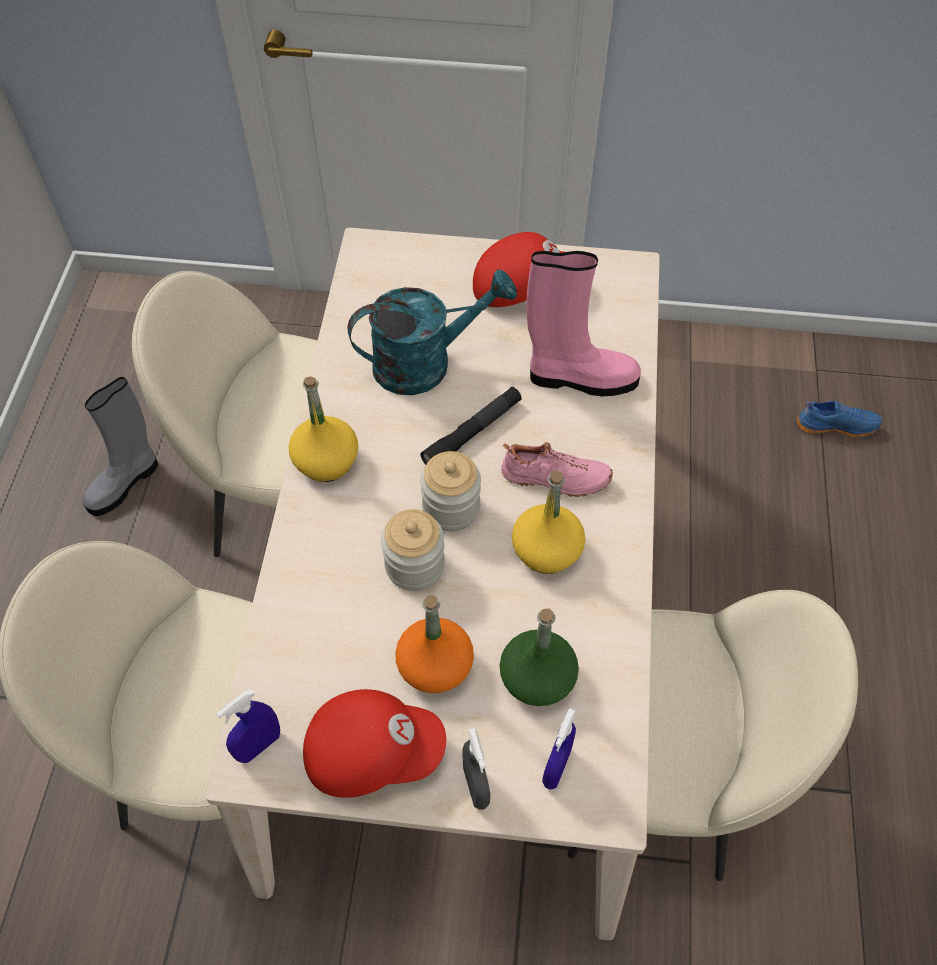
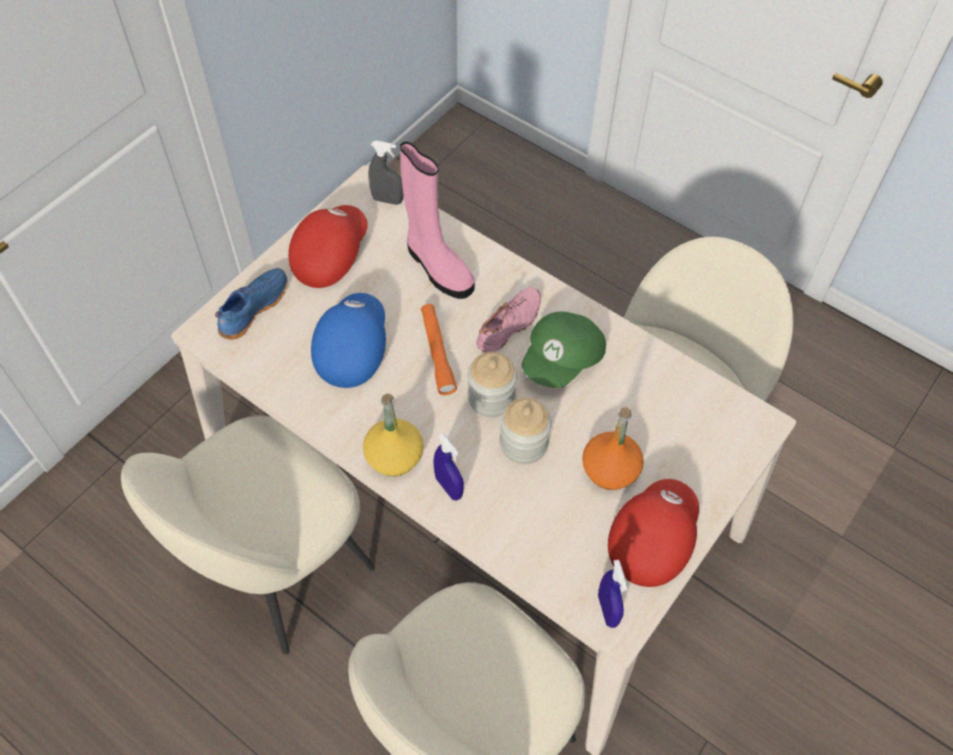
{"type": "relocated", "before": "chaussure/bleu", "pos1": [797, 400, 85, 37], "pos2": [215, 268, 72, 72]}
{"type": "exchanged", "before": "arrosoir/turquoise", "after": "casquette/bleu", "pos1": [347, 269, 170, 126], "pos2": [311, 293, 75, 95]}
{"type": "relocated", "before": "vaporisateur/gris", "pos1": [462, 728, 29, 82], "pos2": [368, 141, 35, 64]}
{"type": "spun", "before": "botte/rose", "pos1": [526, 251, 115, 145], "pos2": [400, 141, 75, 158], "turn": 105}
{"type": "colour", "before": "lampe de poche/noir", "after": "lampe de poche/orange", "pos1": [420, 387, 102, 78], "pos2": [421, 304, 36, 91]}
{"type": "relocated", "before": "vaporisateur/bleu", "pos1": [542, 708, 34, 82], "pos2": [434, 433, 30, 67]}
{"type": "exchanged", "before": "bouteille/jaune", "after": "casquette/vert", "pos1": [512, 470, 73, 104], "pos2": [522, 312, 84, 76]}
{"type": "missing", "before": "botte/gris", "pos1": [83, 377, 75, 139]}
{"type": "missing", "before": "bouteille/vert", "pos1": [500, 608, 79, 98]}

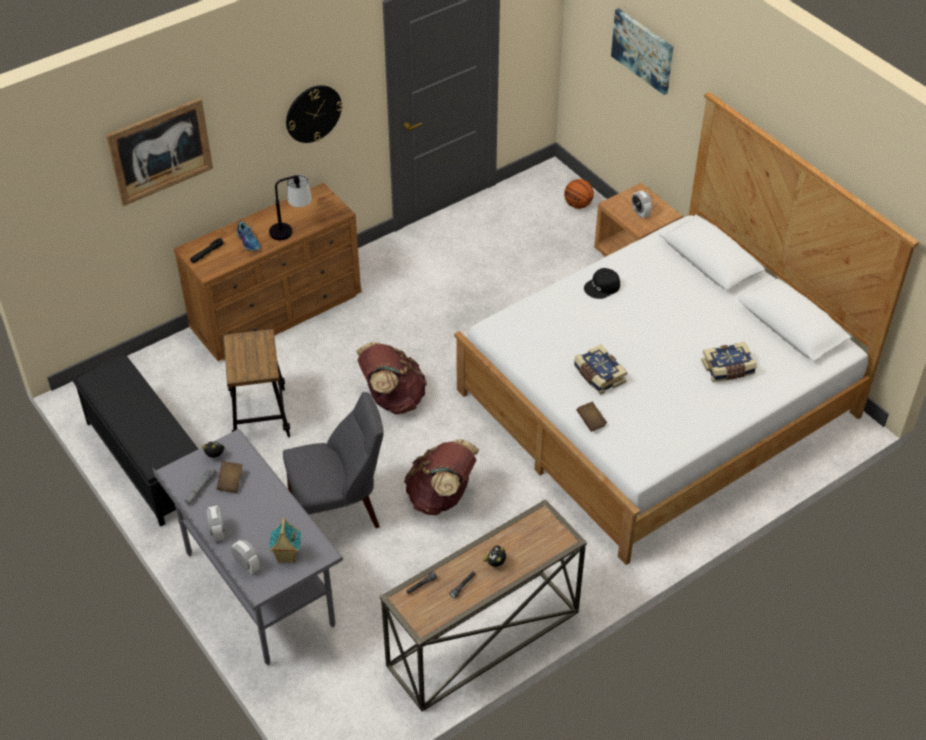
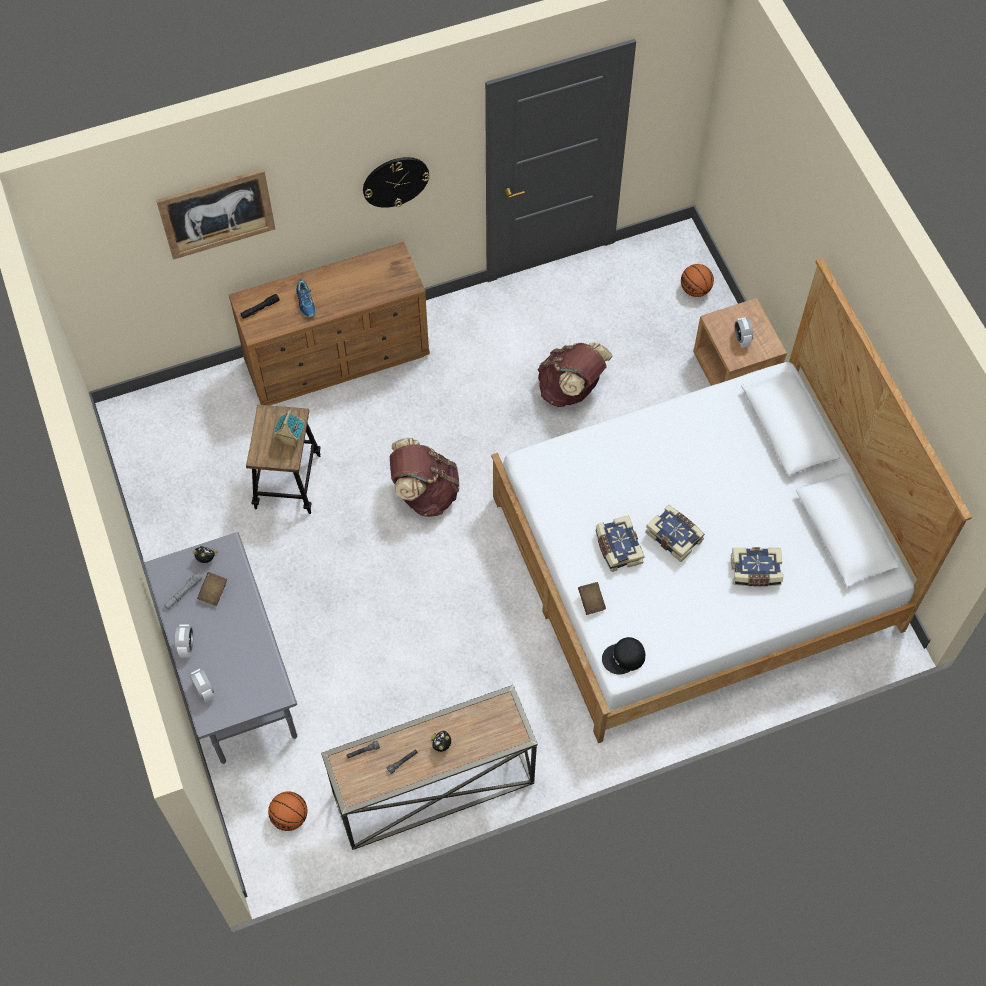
{"type": "appeared", "after": "ballon de basket", "pos2": [268, 791, 39, 40]}
{"type": "relocated", "before": "maison miniature", "pos1": [269, 518, 32, 45], "pos2": [274, 409, 31, 39]}
{"type": "relocated", "before": "sac à dos/marron", "pos1": [404, 439, 75, 76], "pos2": [537, 342, 76, 65]}
{"type": "relocated", "before": "casquette/noir", "pos1": [584, 268, 36, 31], "pos2": [602, 637, 43, 38]}
{"type": "appeared", "after": "livre", "pos2": [645, 505, 60, 57]}
{"type": "missing", "before": "banc/noir", "pos1": [72, 355, 126, 172]}
{"type": "missing", "before": "lampe de table", "pos1": [269, 175, 43, 65]}
{"type": "missing", "before": "chaise/gris", "pos1": [283, 392, 101, 136]}
{"type": "missing", "before": "tableau", "pos1": [611, 8, 62, 87]}

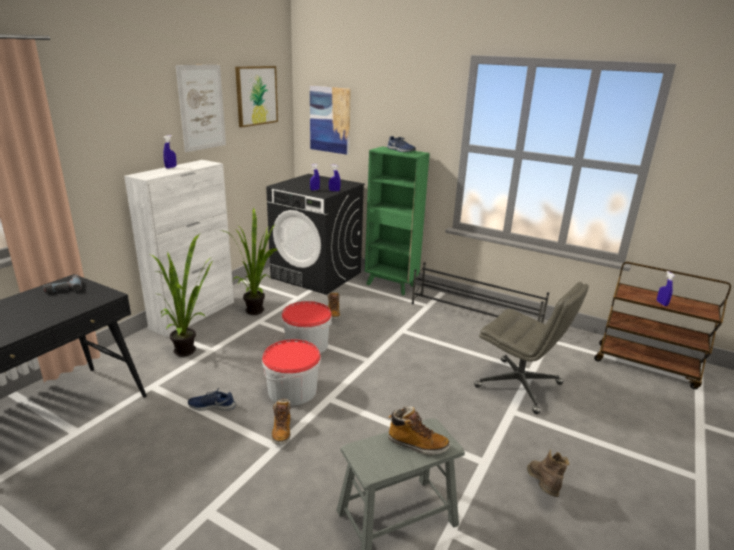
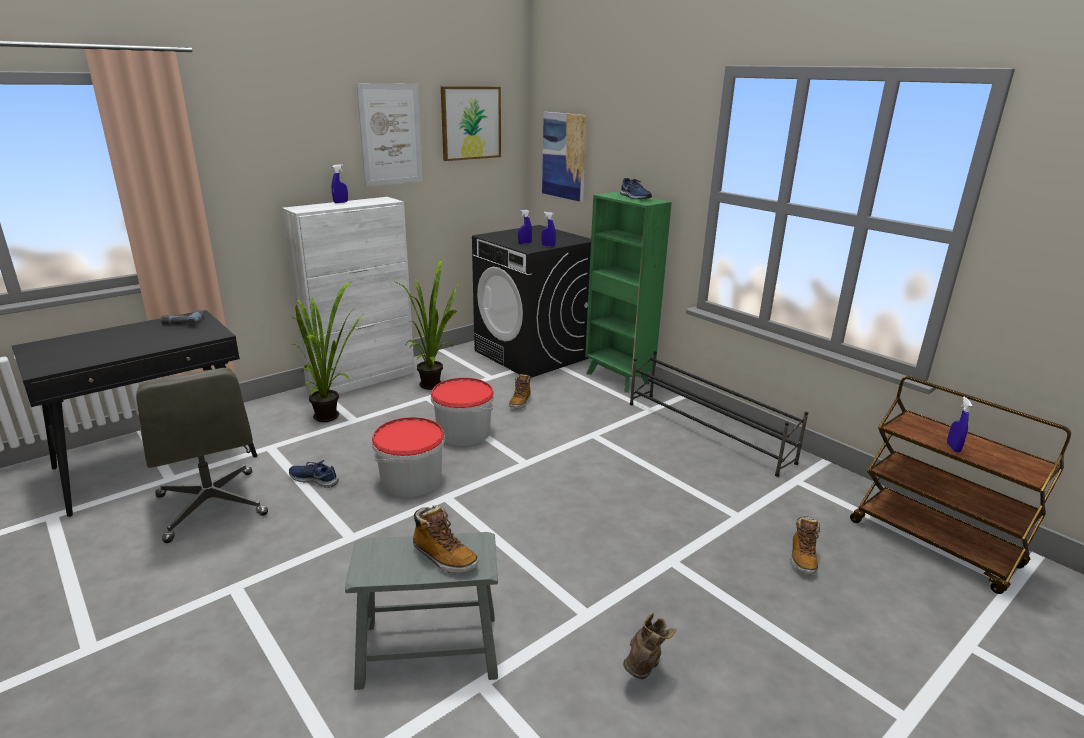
{"type": "relocated", "before": "chaise de bureau/gris", "pos1": [474, 282, 115, 132], "pos2": [136, 368, 132, 175]}
{"type": "relocated", "before": "botte", "pos1": [271, 398, 20, 47], "pos2": [791, 516, 29, 59]}

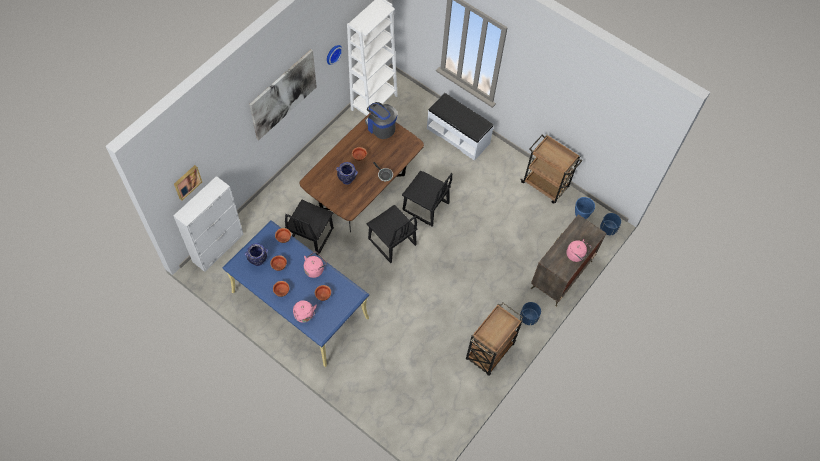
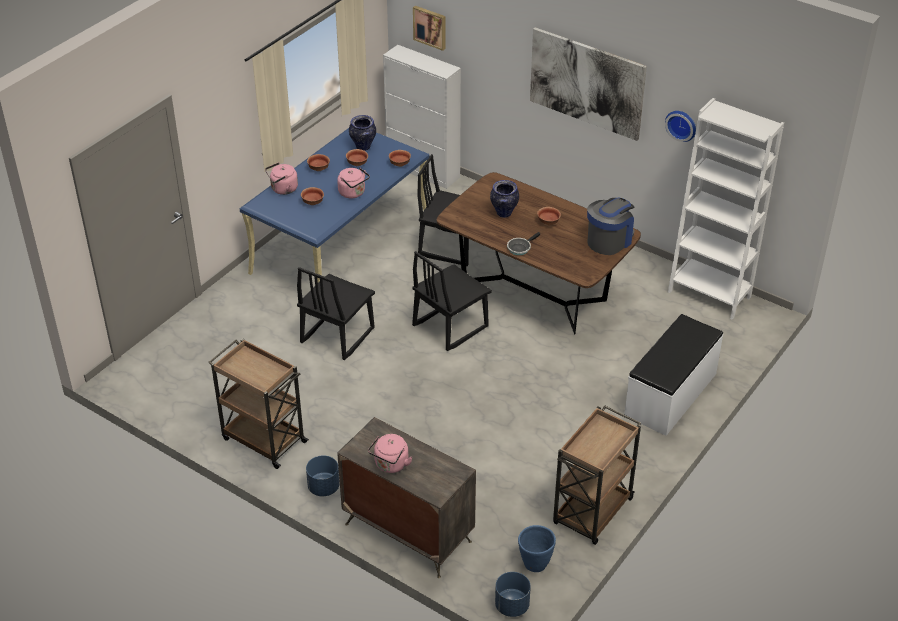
{"type": "relocated", "before": "chaise/noir", "pos1": [402, 171, 51, 56], "pos2": [297, 267, 78, 93]}

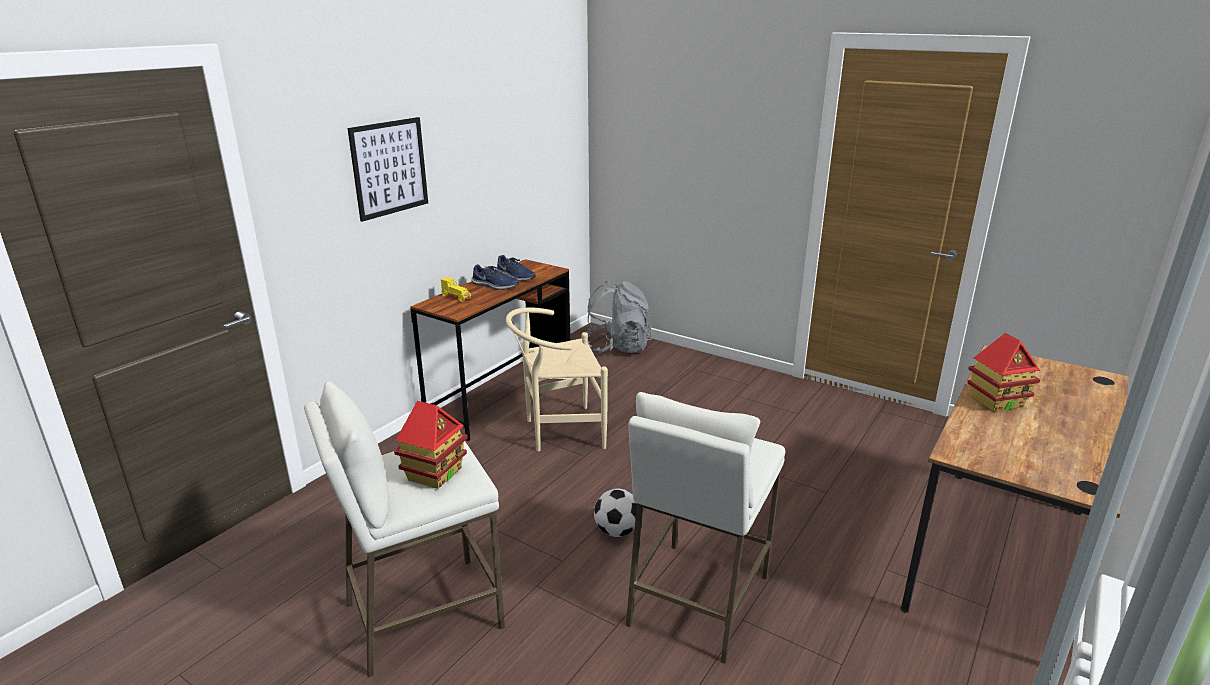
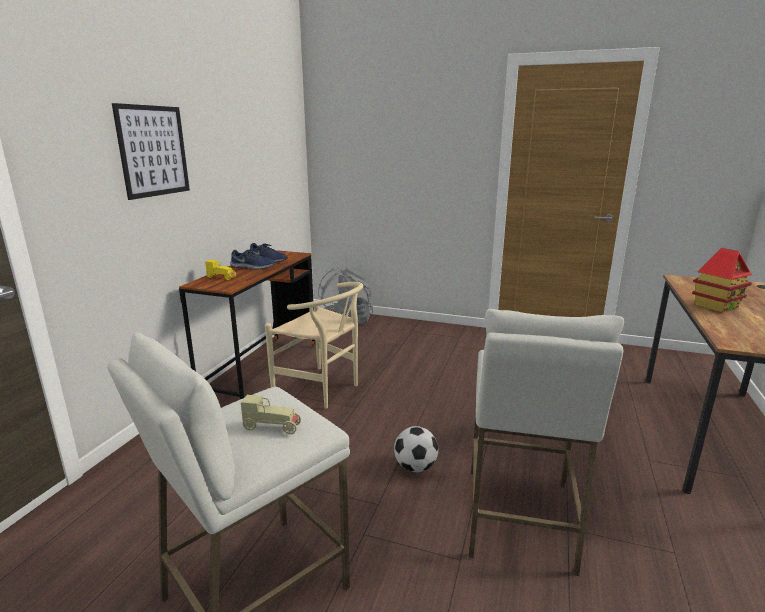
{"type": "exchanged", "before": "maison miniature", "after": "petite voiture/beige", "pos1": [394, 401, 74, 88], "pos2": [241, 395, 60, 39]}
{"type": "spun", "before": "chaise/beige", "pos1": [506, 307, 102, 144], "pos2": [265, 282, 98, 127], "turn": -120}

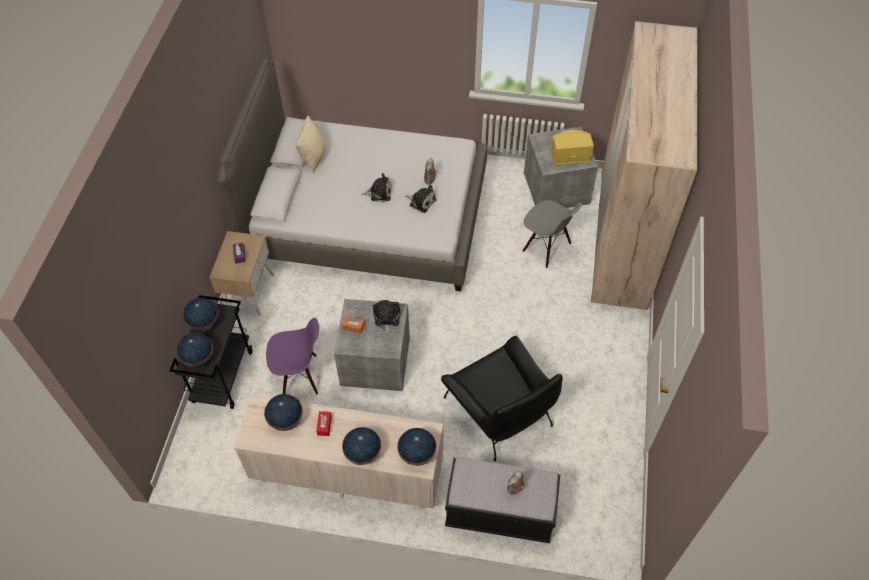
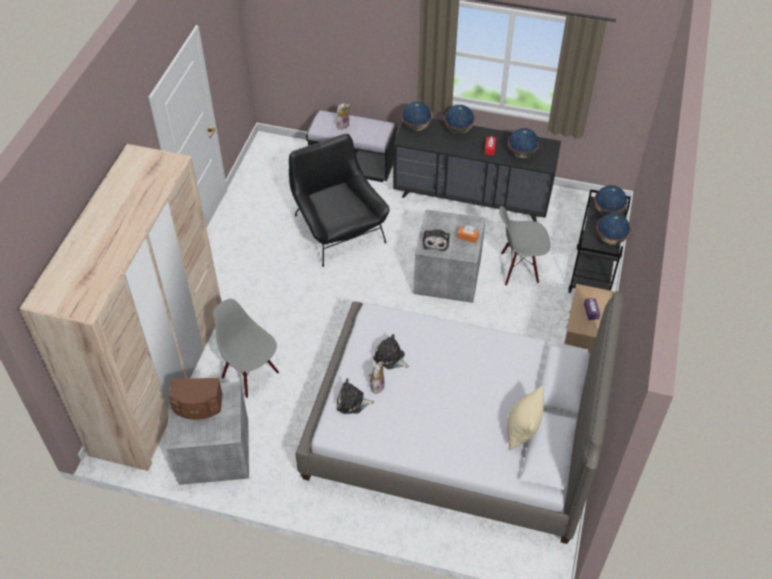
{"type": "colour", "before": "enceinte/jaune", "after": "enceinte/marron", "pos1": [551, 130, 43, 35], "pos2": [169, 378, 54, 42]}
{"type": "relocated", "before": "peluche", "pos1": [362, 173, 30, 29], "pos2": [337, 378, 37, 36]}
{"type": "colour", "before": "commode/beige", "after": "commode/noir", "pos1": [234, 394, 209, 115], "pos2": [393, 118, 168, 104]}
{"type": "colour", "before": "chaise/violet", "after": "chaise/gris", "pos1": [266, 318, 53, 77], "pos2": [499, 206, 51, 79]}

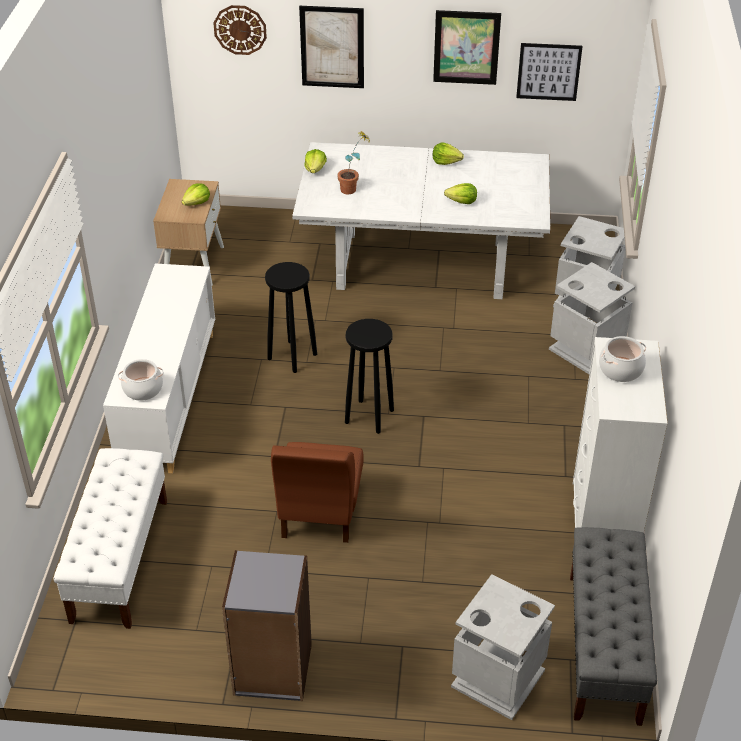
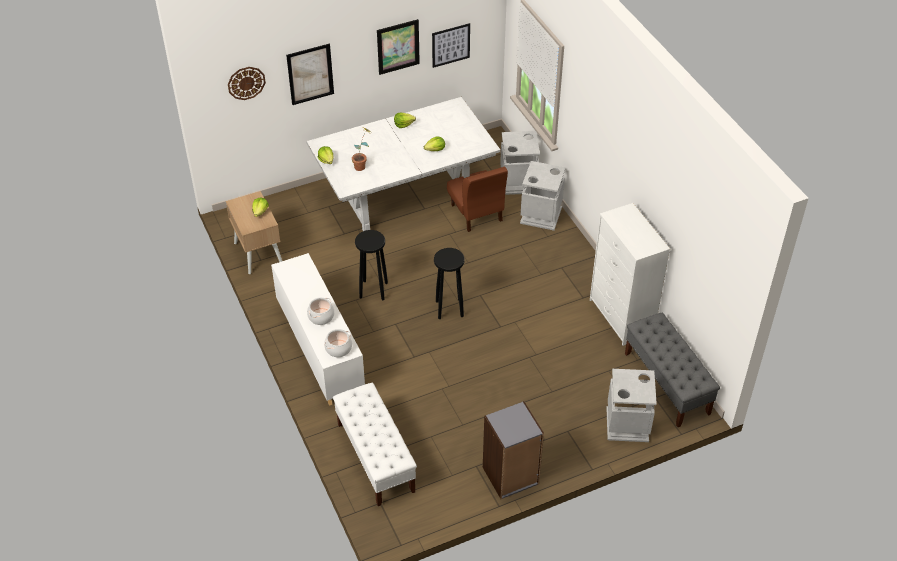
{"type": "relocated", "before": "marmite", "pos1": [599, 336, 47, 46], "pos2": [307, 297, 27, 28]}
{"type": "relocated", "before": "chaise/marron", "pos1": [271, 442, 93, 101], "pos2": [447, 167, 61, 65]}

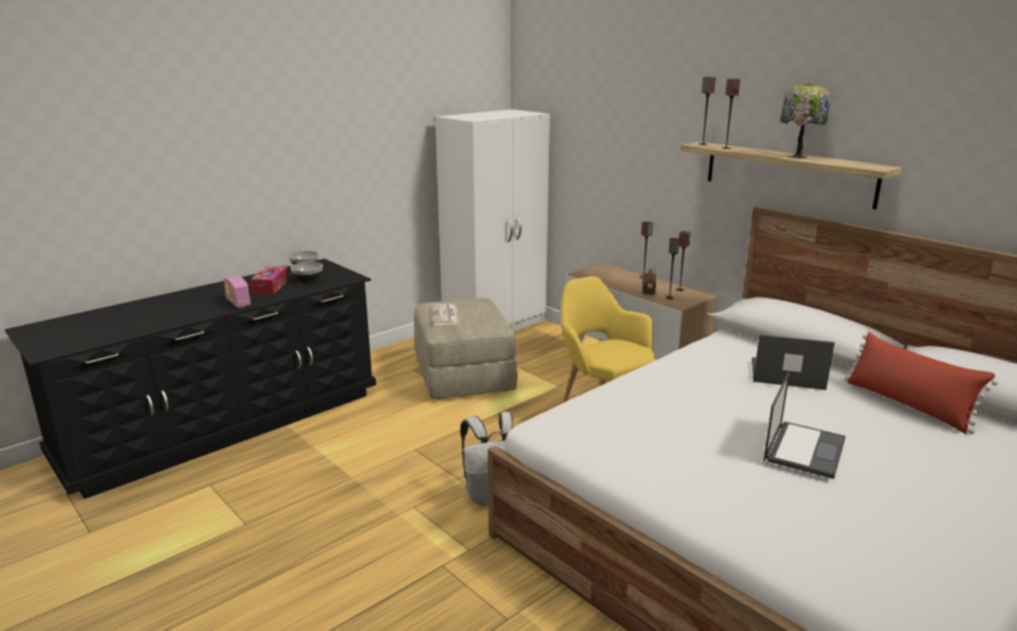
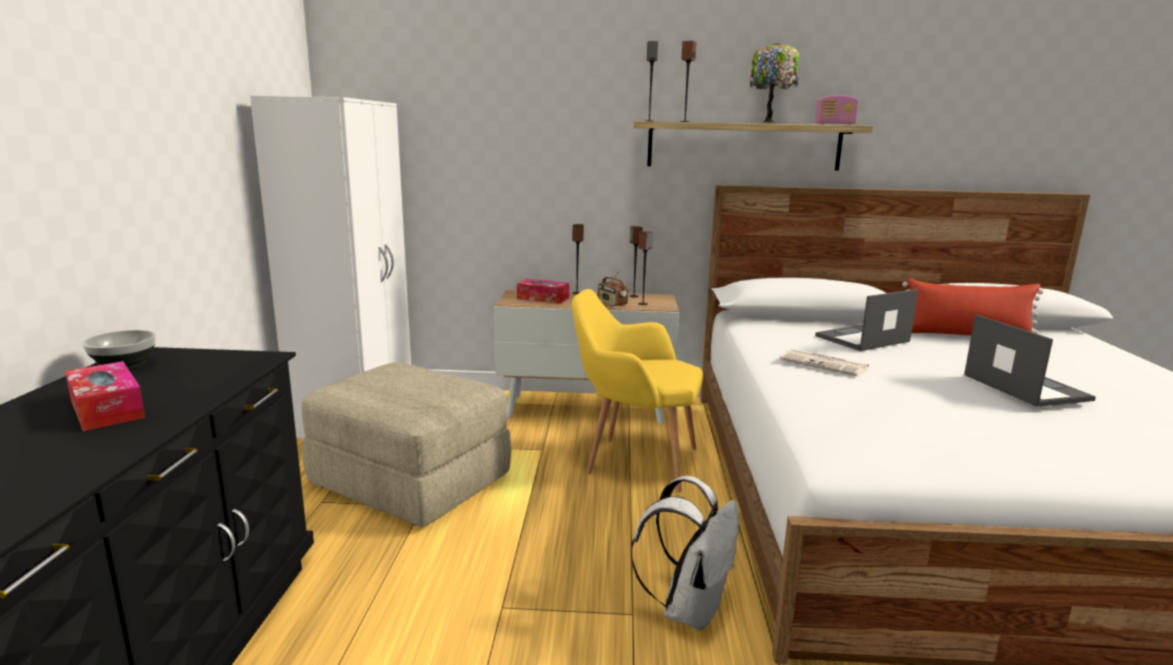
{"type": "appeared", "after": "boîte à mouchoirs", "pos2": [517, 279, 52, 25]}
{"type": "relocated", "before": "journal", "pos1": [432, 304, 28, 21], "pos2": [780, 349, 89, 27]}
{"type": "relocated", "before": "radio", "pos1": [223, 276, 28, 32], "pos2": [815, 95, 44, 30]}
{"type": "missing", "before": "bol", "pos1": [291, 262, 32, 21]}

